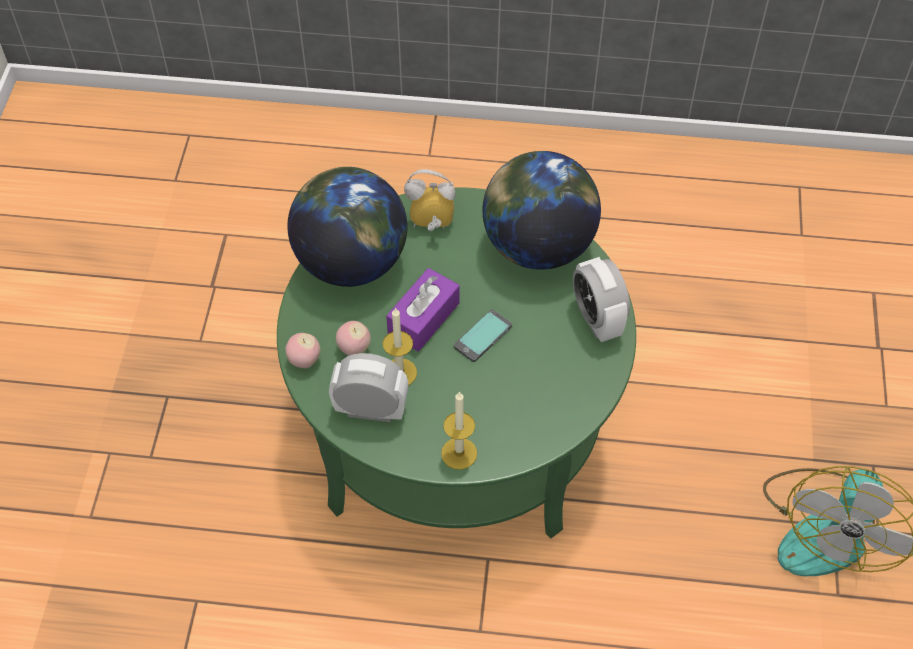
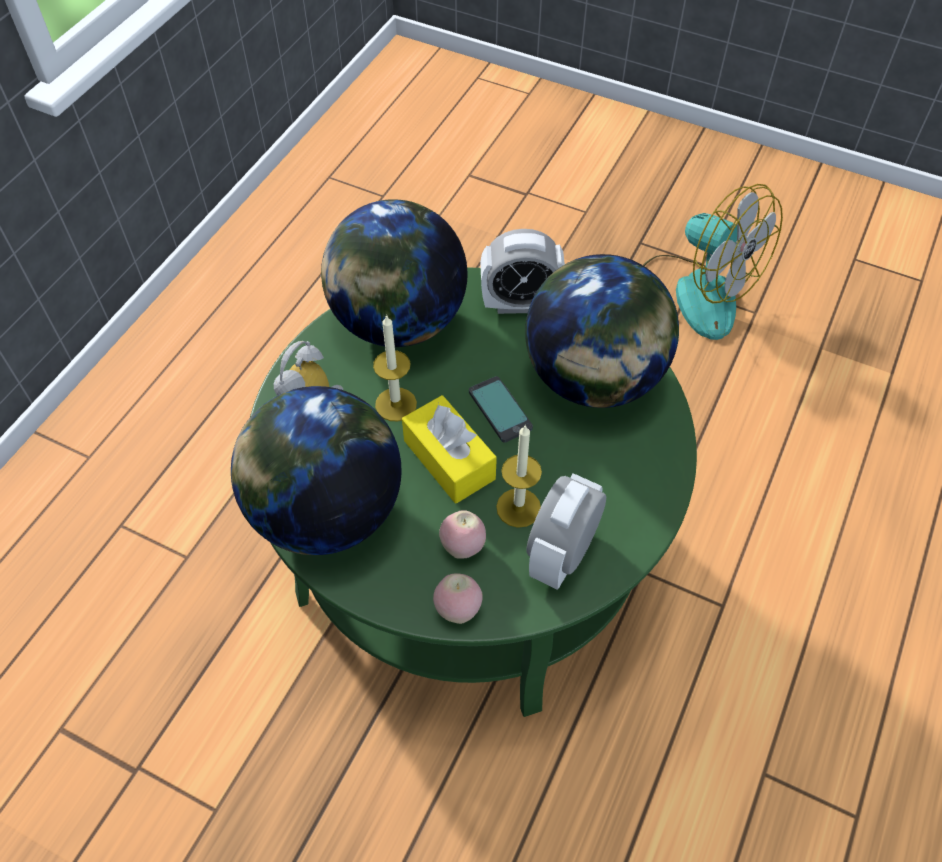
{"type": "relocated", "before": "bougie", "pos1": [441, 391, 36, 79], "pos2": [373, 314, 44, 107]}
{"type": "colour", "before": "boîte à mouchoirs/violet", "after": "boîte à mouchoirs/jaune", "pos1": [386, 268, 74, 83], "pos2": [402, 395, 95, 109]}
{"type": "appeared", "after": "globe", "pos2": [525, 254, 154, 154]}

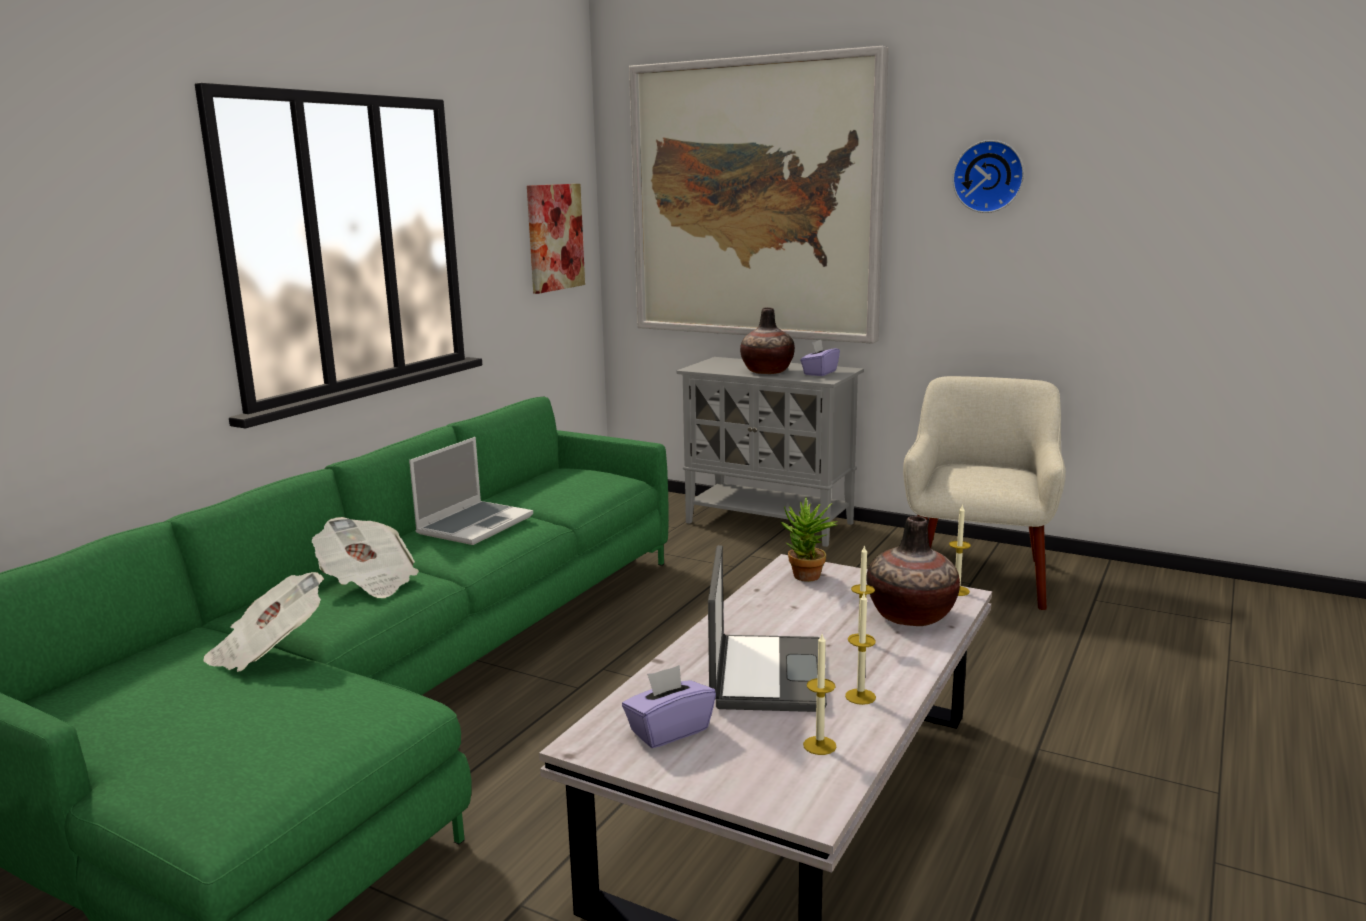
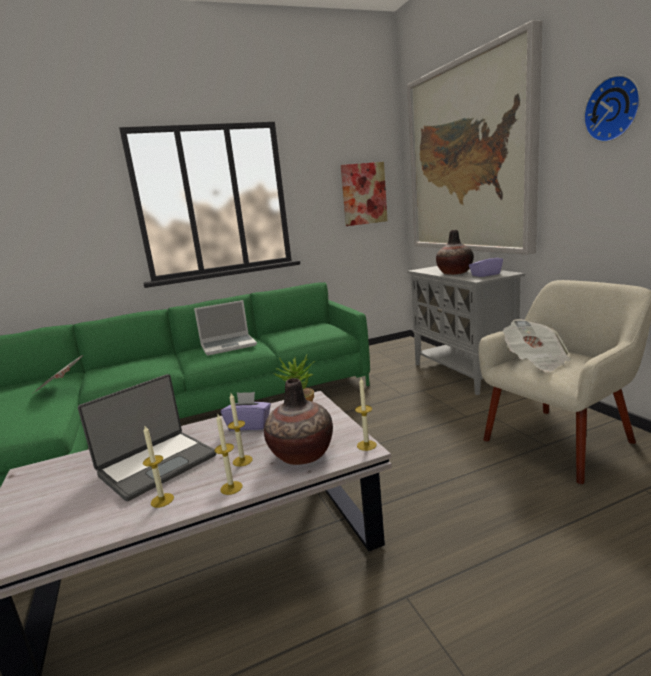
{"type": "relocated", "before": "bougie", "pos1": [803, 634, 34, 121], "pos2": [214, 414, 29, 81]}
{"type": "relocated", "before": "boîte à mouchoirs/violet", "pos1": [622, 665, 94, 83], "pos2": [221, 392, 50, 39]}
{"type": "relocated", "before": "journal", "pos1": [312, 517, 107, 81], "pos2": [503, 319, 68, 53]}

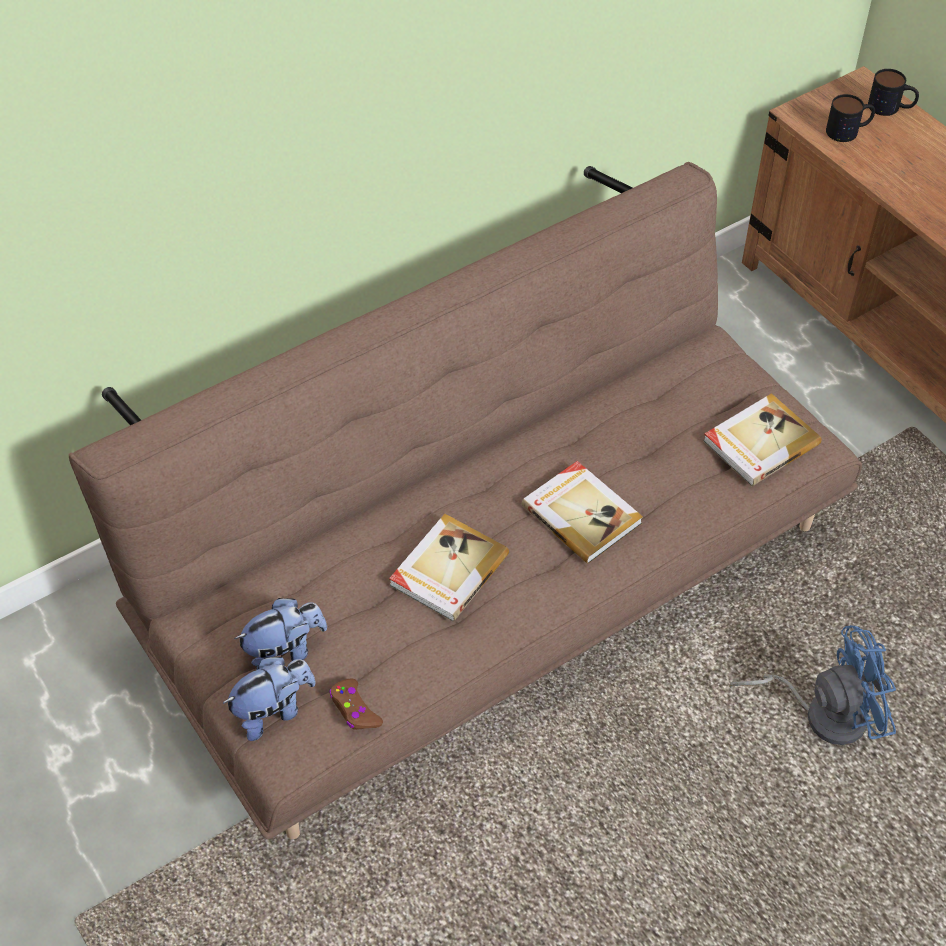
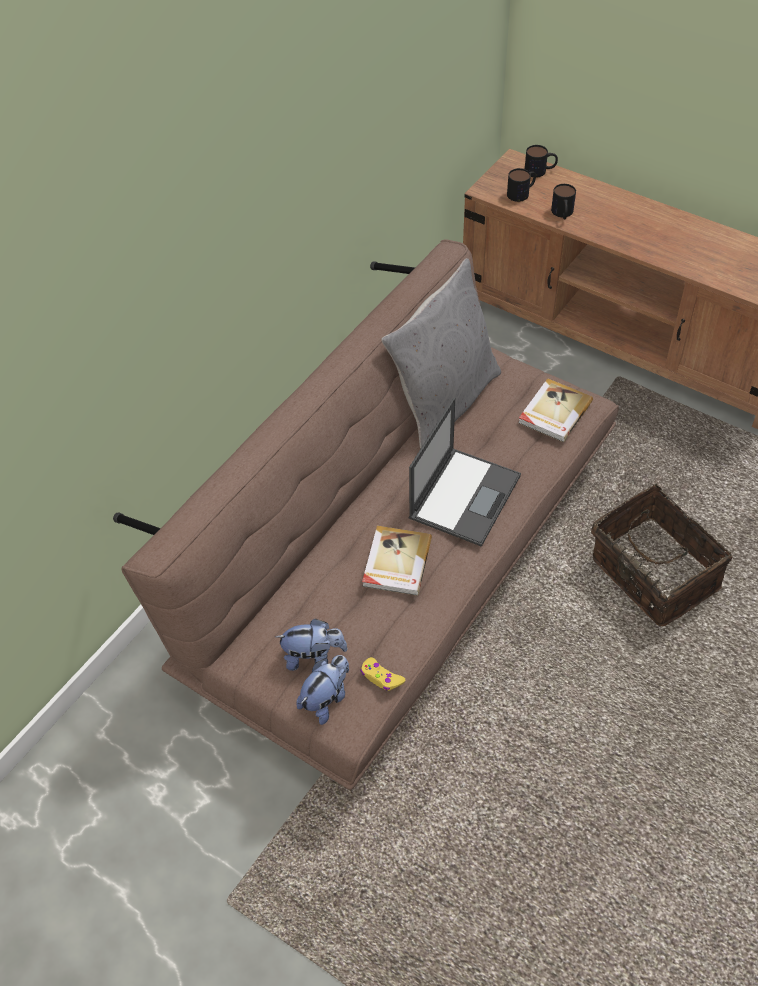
{"type": "spun", "before": "peluche", "pos1": [234, 598, 93, 72], "pos2": [276, 619, 72, 52], "turn": 45}
{"type": "colour", "before": "manette/marron", "after": "manette/jaune", "pos1": [329, 679, 54, 51], "pos2": [360, 657, 45, 34]}
{"type": "appeared", "after": "coussin/gris", "pos2": [381, 258, 120, 191]}
{"type": "exchanged", "before": "livre", "after": "ordinateur portable", "pos1": [522, 461, 121, 103], "pos2": [409, 397, 112, 150]}
{"type": "appeared", "after": "mug", "pos2": [551, 184, 25, 35]}
{"type": "exchanged", "before": "ventilateur/bleu", "after": "panier", "pos1": [729, 625, 167, 120], "pos2": [591, 484, 141, 142]}

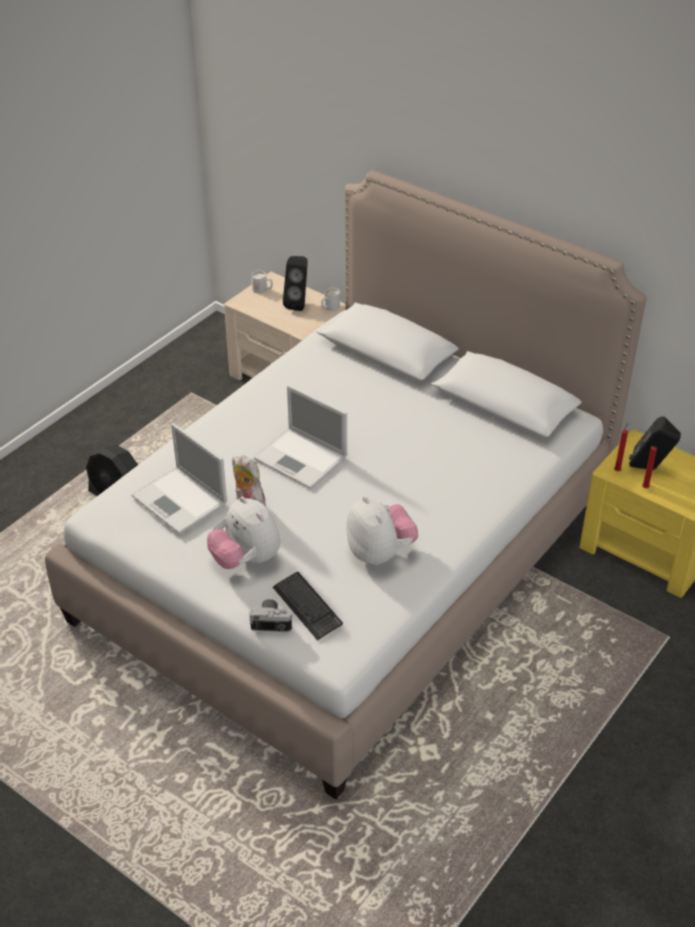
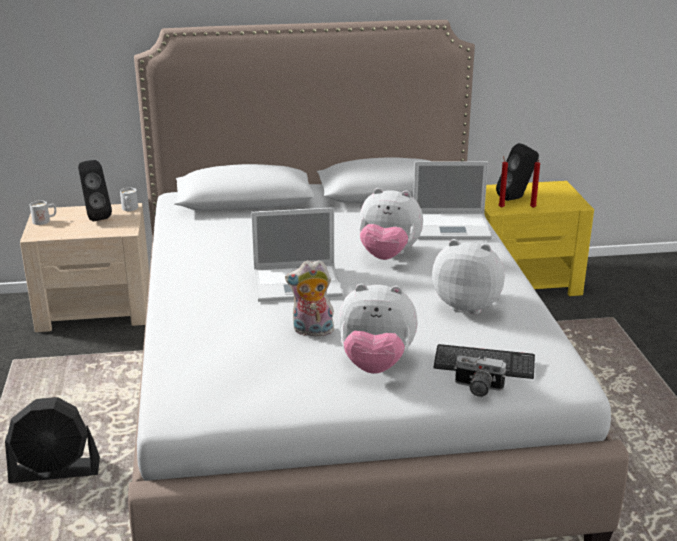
{"type": "appeared", "after": "peluche", "pos2": [359, 188, 64, 72]}
{"type": "relocated", "before": "ordinateur portable", "pos1": [131, 423, 96, 111], "pos2": [413, 161, 79, 78]}
{"type": "spun", "before": "appareil photo", "pos1": [250, 599, 43, 33], "pos2": [454, 356, 52, 41], "turn": -120}

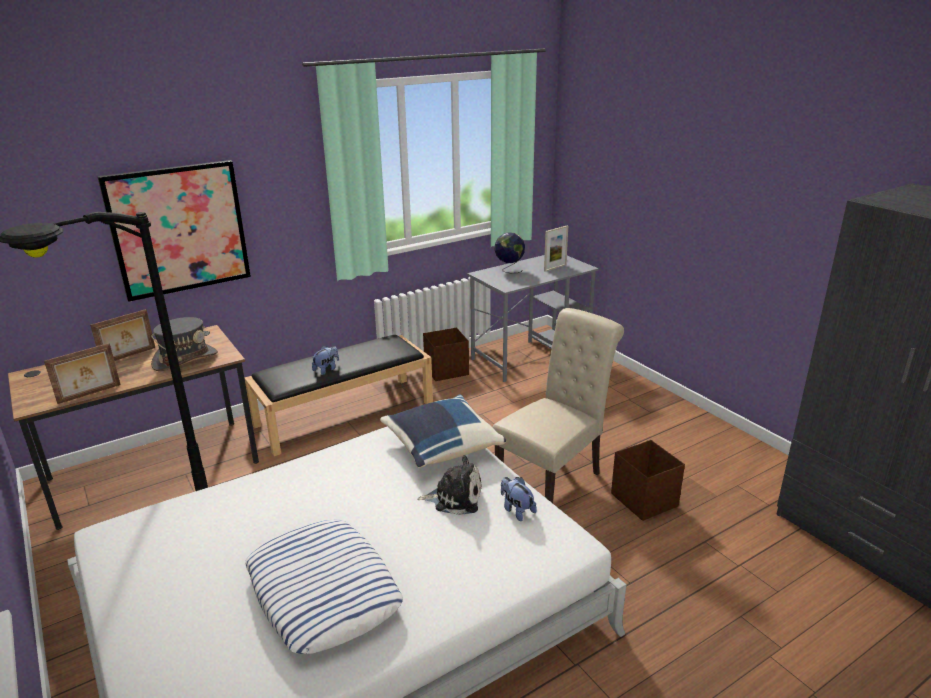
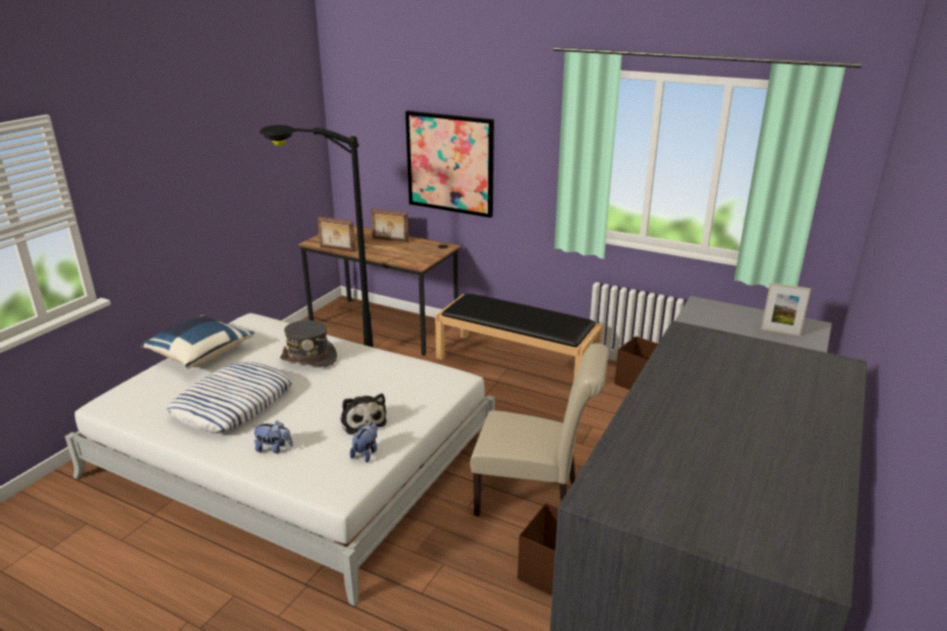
{"type": "relocated", "before": "coussin/bleu", "pos1": [380, 394, 126, 74], "pos2": [140, 315, 114, 54]}
{"type": "relocated", "before": "peluche", "pos1": [312, 346, 27, 29], "pos2": [252, 420, 41, 34]}
{"type": "relocated", "before": "chapeau/gris", "pos1": [151, 317, 67, 54], "pos2": [280, 320, 57, 46]}
{"type": "missing", "before": "globe", "pos1": [495, 232, 30, 41]}

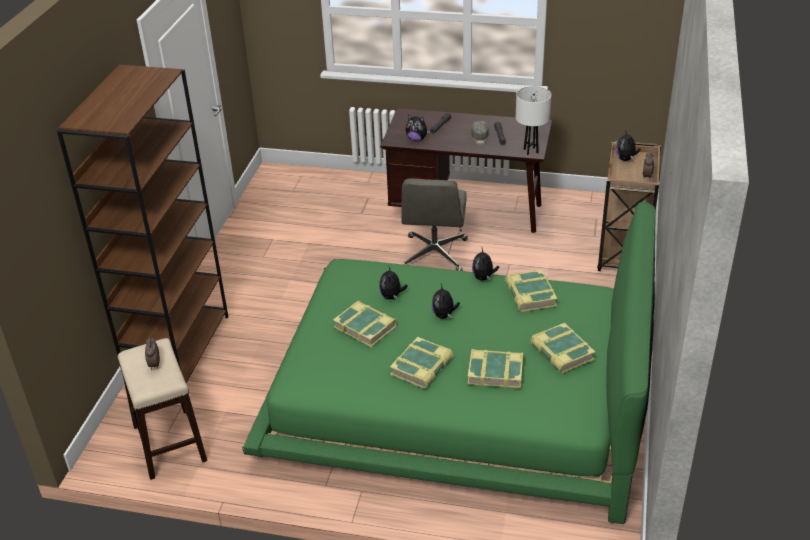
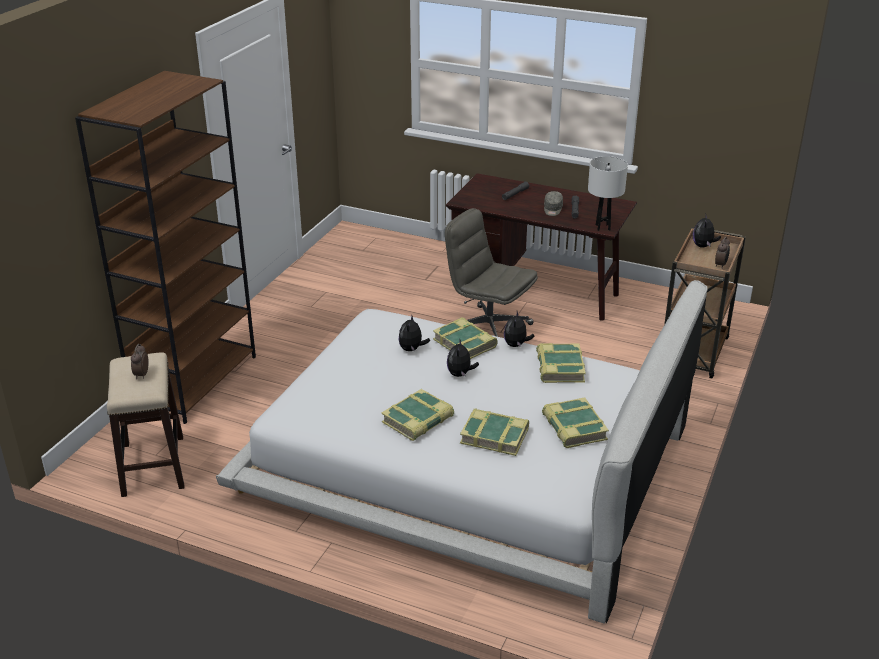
{"type": "colour", "before": "lit/vert", "after": "lit/blanc", "pos1": [242, 202, 413, 322], "pos2": [216, 280, 492, 344]}
{"type": "relocated", "before": "livre", "pos1": [333, 301, 64, 46], "pos2": [433, 317, 65, 42]}
{"type": "spun", "before": "chaise de bureau/gris", "pos1": [401, 178, 67, 93], "pos2": [445, 208, 93, 129], "turn": 105}
{"type": "missing", "before": "peluche", "pos1": [406, 115, 25, 26]}

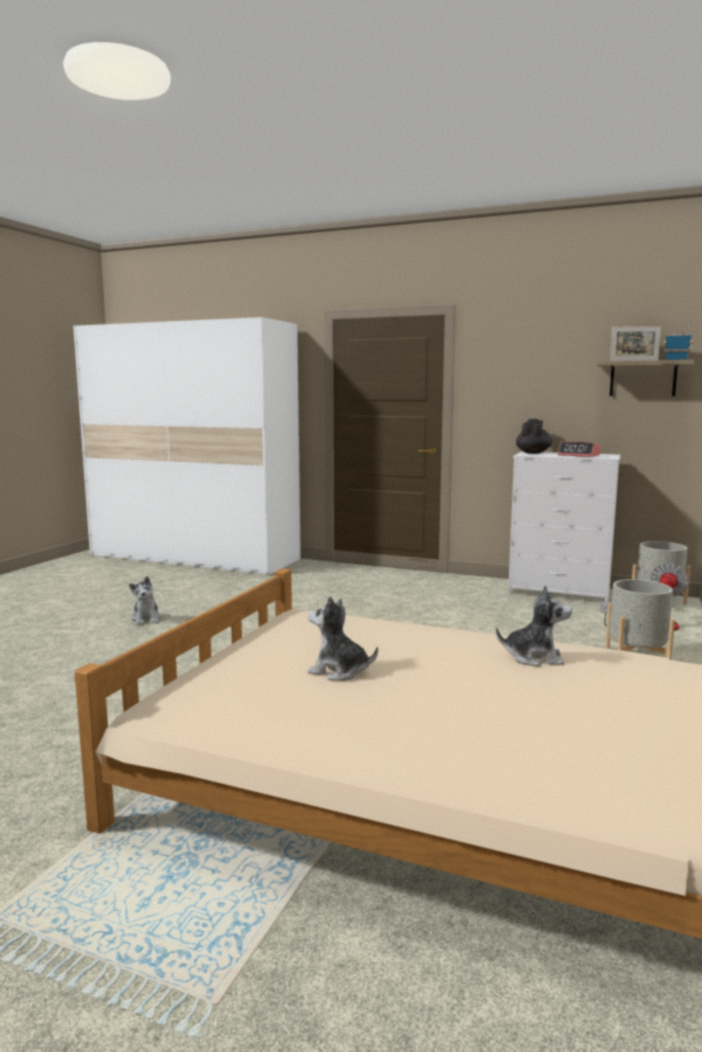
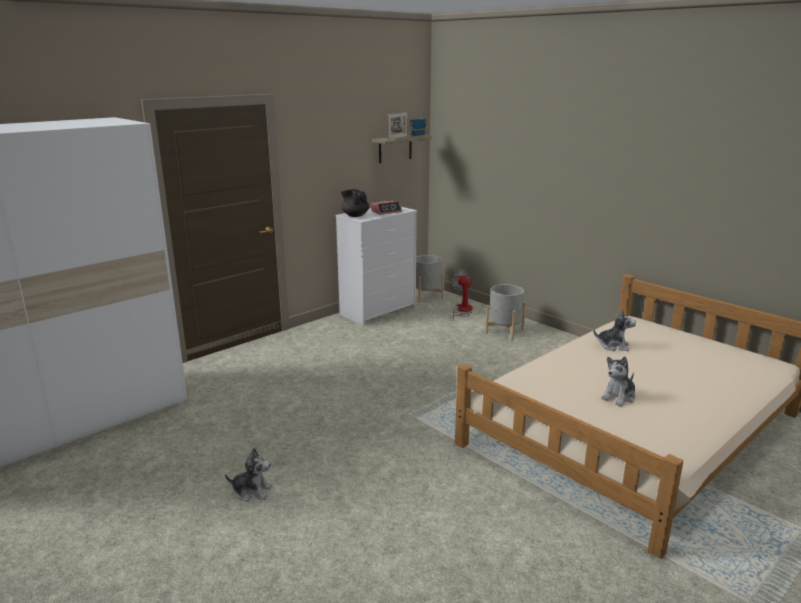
{"type": "spun", "before": "peluche", "pos1": [496, 585, 76, 82], "pos2": [593, 308, 43, 43], "turn": 75}

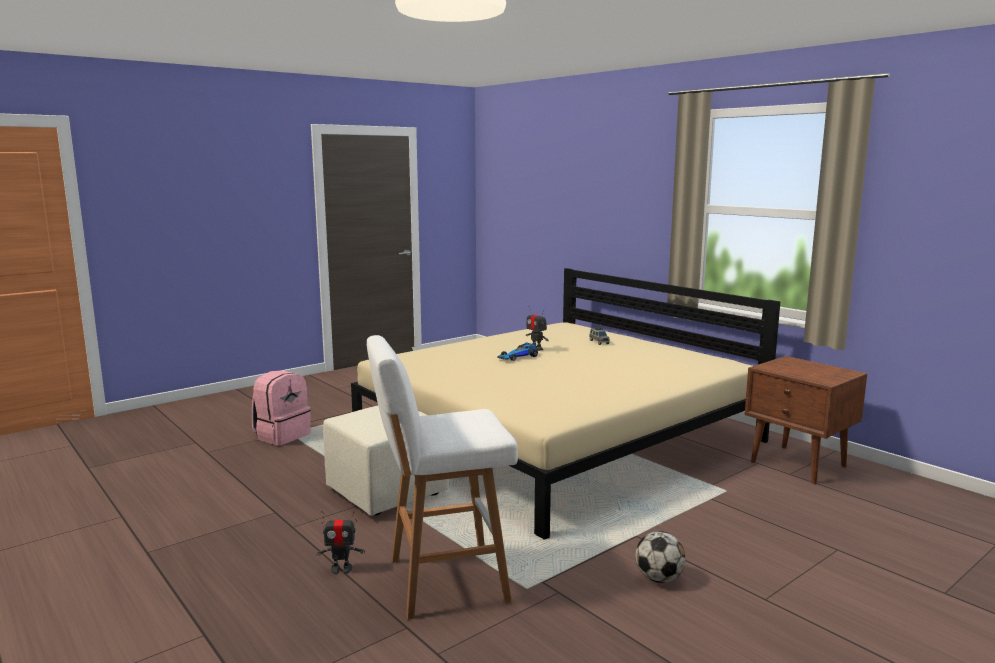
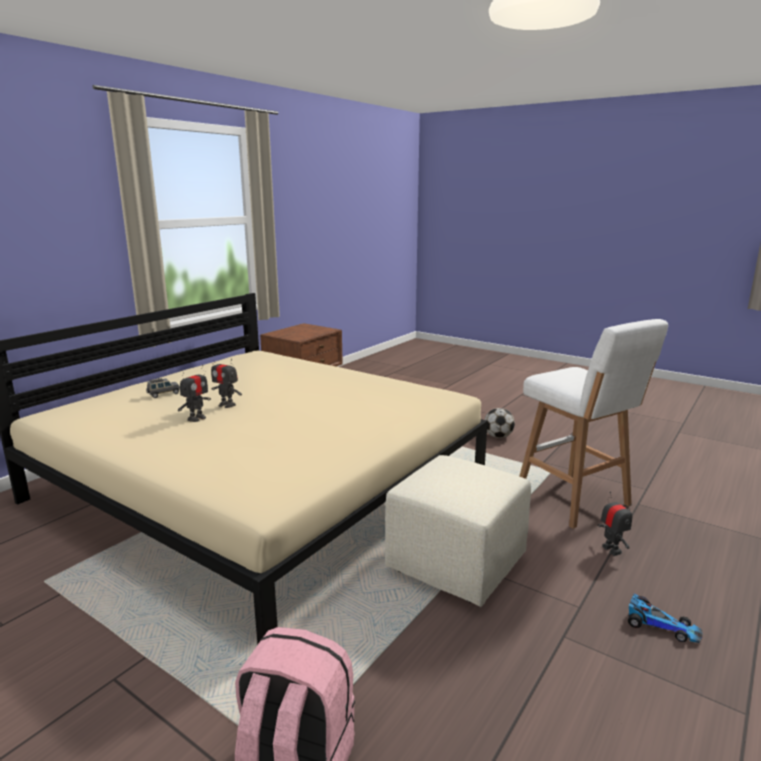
{"type": "appeared", "after": "robot jouet", "pos2": [211, 354, 31, 54]}
{"type": "relocated", "before": "petite voiture", "pos1": [498, 342, 40, 19], "pos2": [628, 594, 74, 49]}

